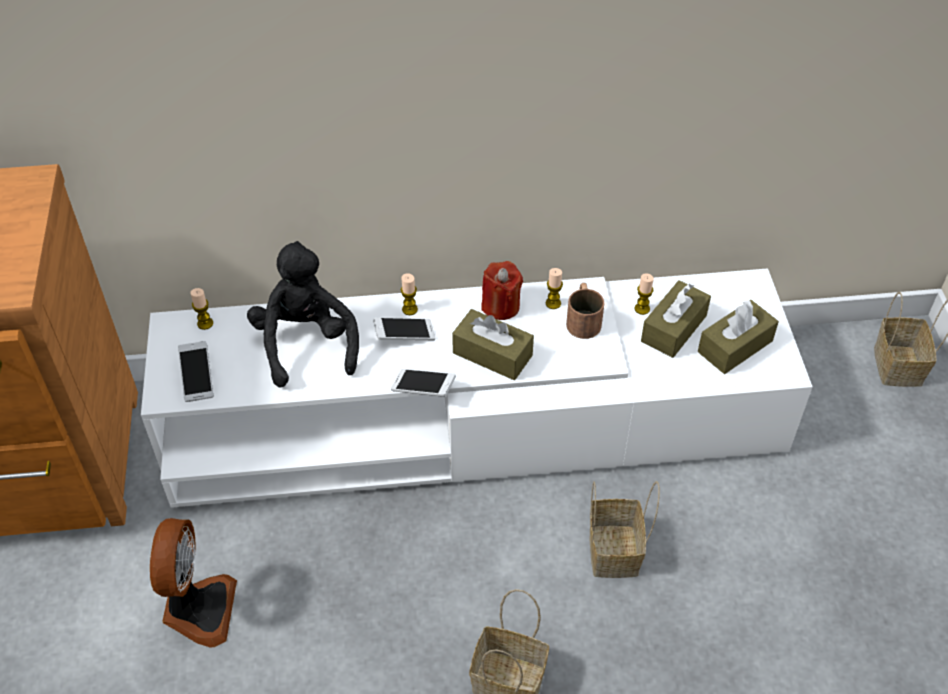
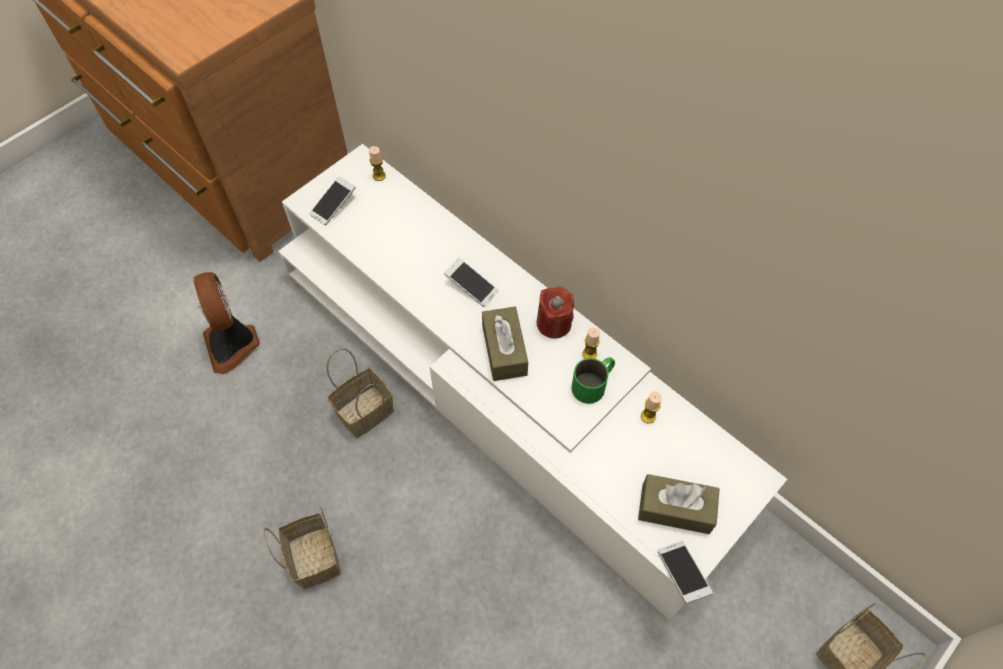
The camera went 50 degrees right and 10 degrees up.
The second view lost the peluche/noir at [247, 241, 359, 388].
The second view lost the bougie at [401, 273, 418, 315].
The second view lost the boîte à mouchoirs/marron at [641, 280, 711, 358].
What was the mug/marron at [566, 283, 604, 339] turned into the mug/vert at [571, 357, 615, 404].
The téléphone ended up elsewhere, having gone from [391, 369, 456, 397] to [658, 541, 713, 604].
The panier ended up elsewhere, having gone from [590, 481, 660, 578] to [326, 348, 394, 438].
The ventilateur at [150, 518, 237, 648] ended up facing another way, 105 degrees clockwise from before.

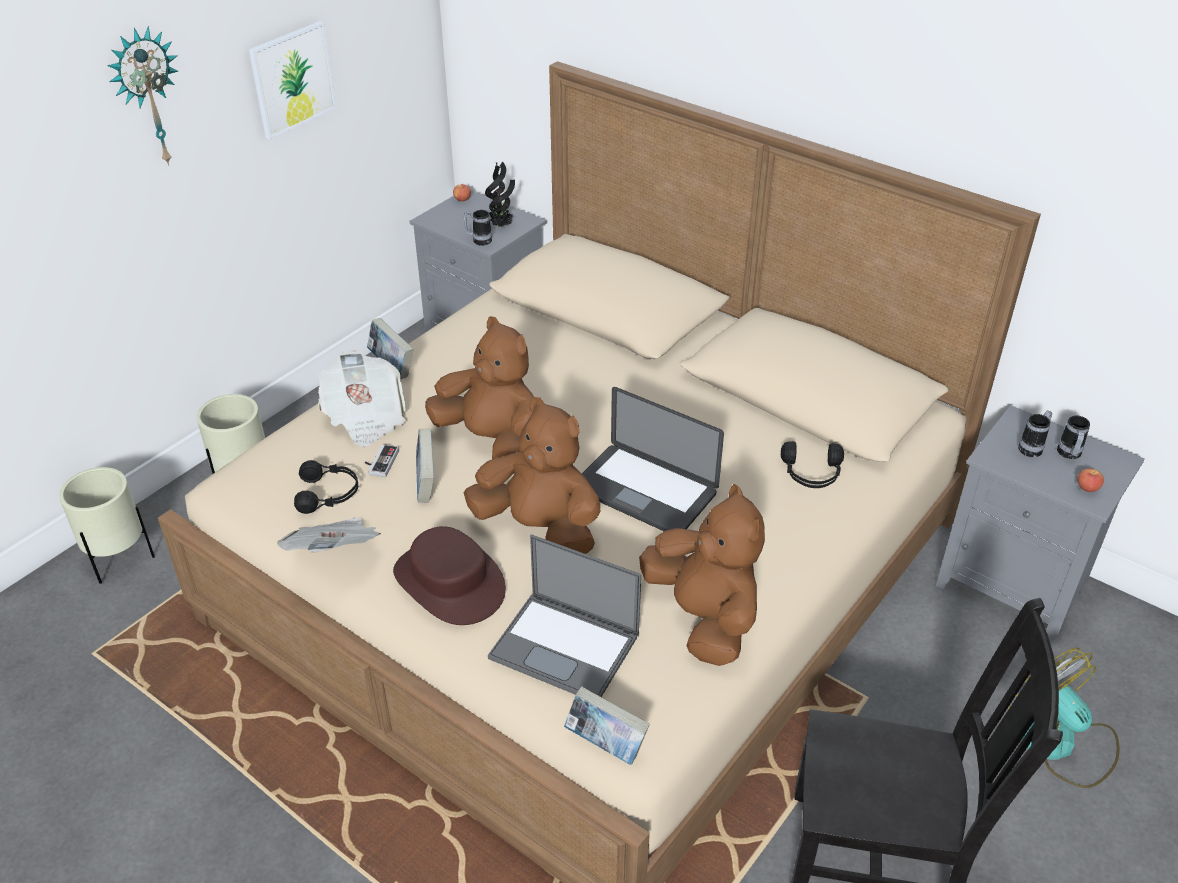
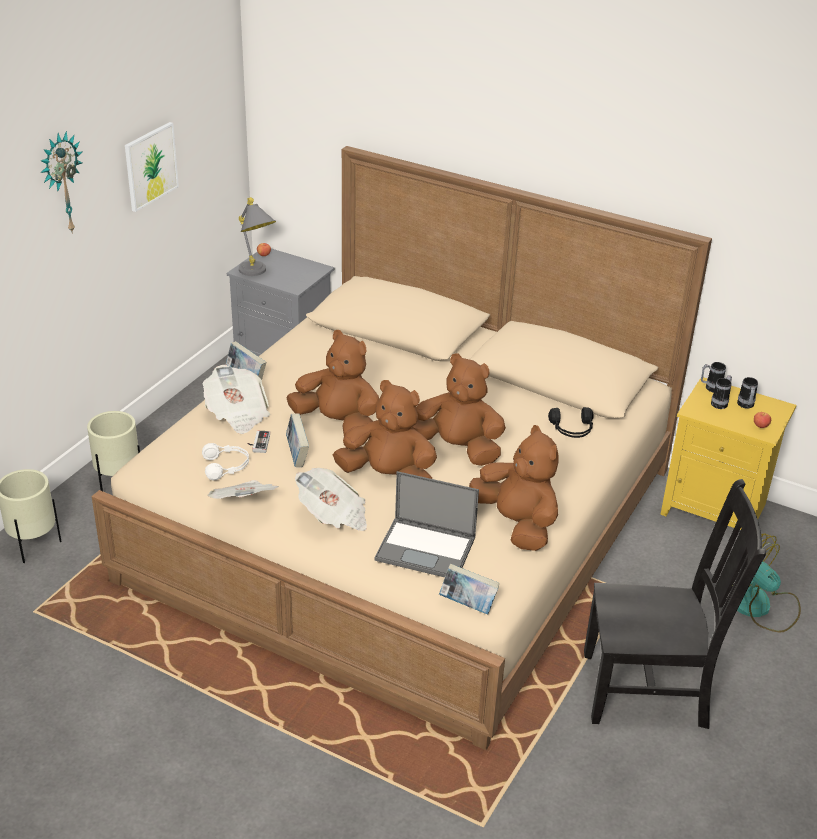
The camera went 10 degrees left and 5 degrees down.
The second view lost the plante en pot at [485, 162, 515, 227].
The mug ended up elsewhere, having gone from [464, 210, 492, 246] to [701, 362, 726, 393].
Where the ordinateur portable stood at [582, 387, 724, 531], the peluche/marron came to stand at [413, 354, 506, 466].
What was the table de chevet/gris at [936, 405, 1145, 643] turned into the table de chevet/jaune at [660, 377, 796, 530].
What was the casque audio/noir at [294, 460, 358, 514] turned into the casque audio/blanc at [202, 443, 249, 480].
Where the chapeau/marron stood at [393, 526, 506, 625], the journal came to stand at [295, 468, 367, 531].
The second view gained the lampe de table/gris at [239, 197, 276, 276].

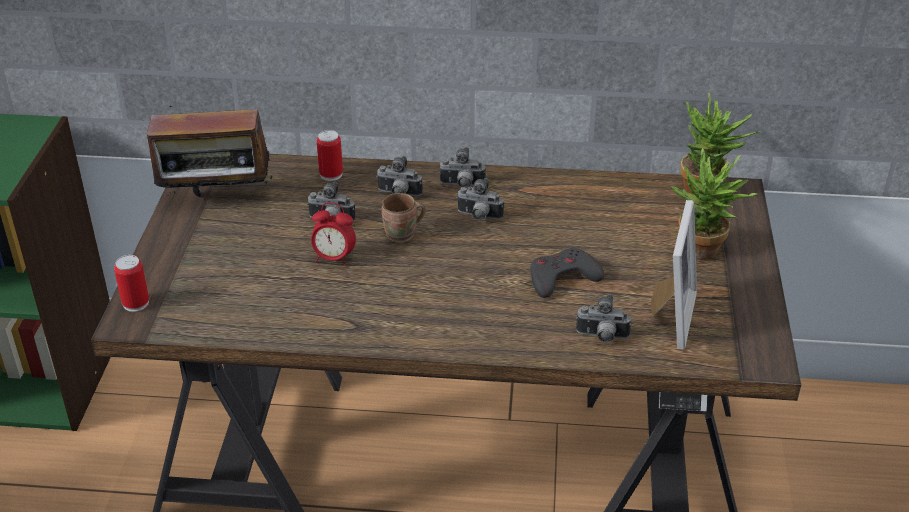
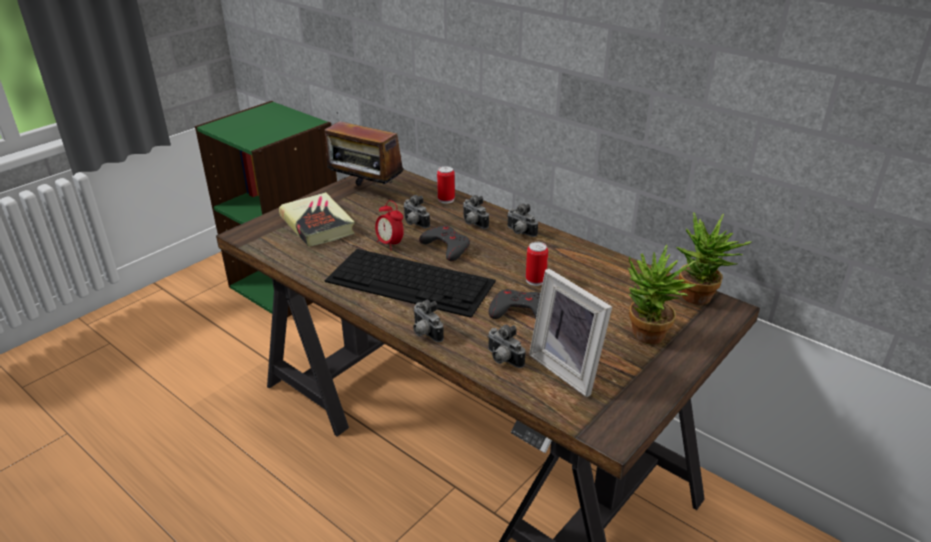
The camera went 35 degrees right and 5 degrees down.
The appareil photo ended up elsewhere, having gone from [457, 178, 504, 220] to [413, 300, 444, 342].
Where the mug/marron stood at [381, 193, 425, 243], the manette/gris came to stand at [419, 225, 470, 261].
The cadre photo at [650, 200, 697, 349] ended up facing another way, 90 degrees clockwise from before.
The boîte métallique ended up elsewhere, having gone from [114, 255, 149, 312] to [526, 242, 548, 286].
The second view gained the livre at [279, 192, 355, 247].
The second view gained the clavier at [325, 249, 496, 318].

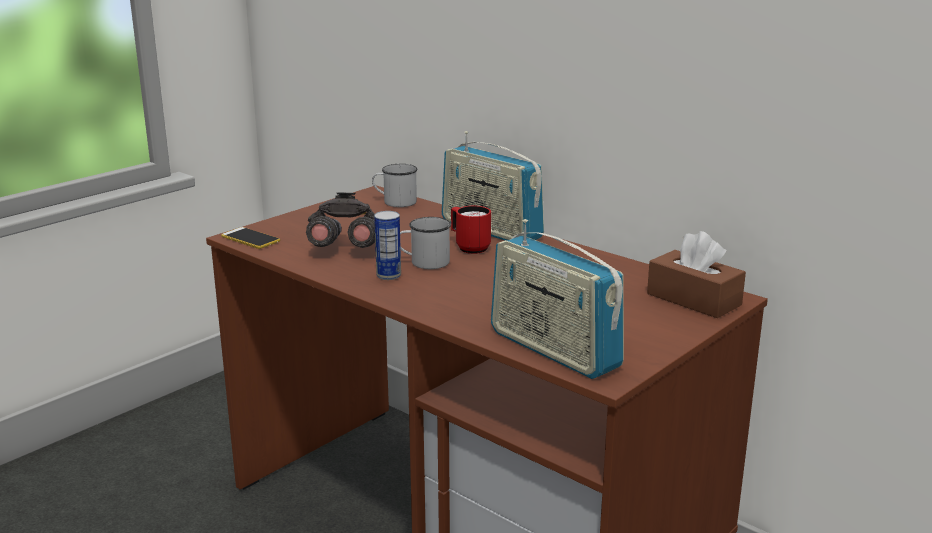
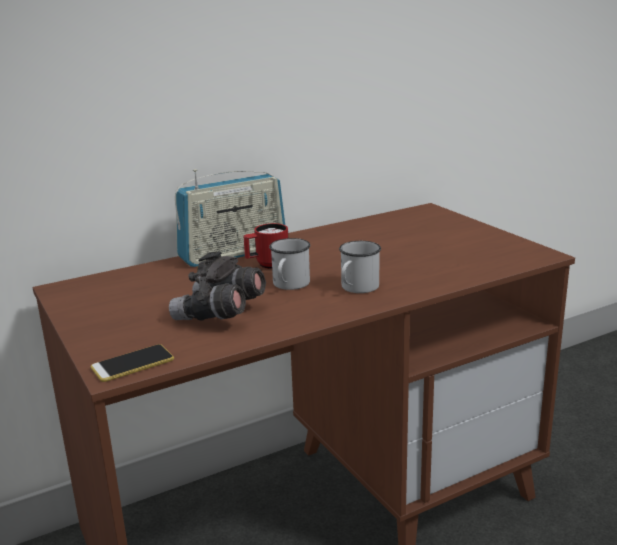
The camera went 70 degrees left and 0 degrees up.
The mug/blanc ended up elsewhere, having gone from [372, 164, 417, 207] to [339, 241, 381, 293].
The second view lost the boîte métallique at [374, 211, 401, 280].
The second view lost the radio at [491, 219, 624, 379].
The second view lost the boîte à mouchoirs/marron at [647, 231, 746, 318].

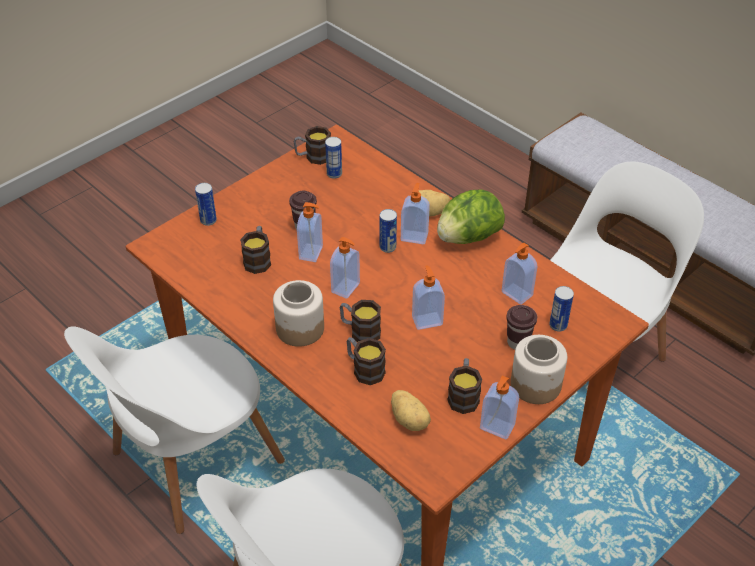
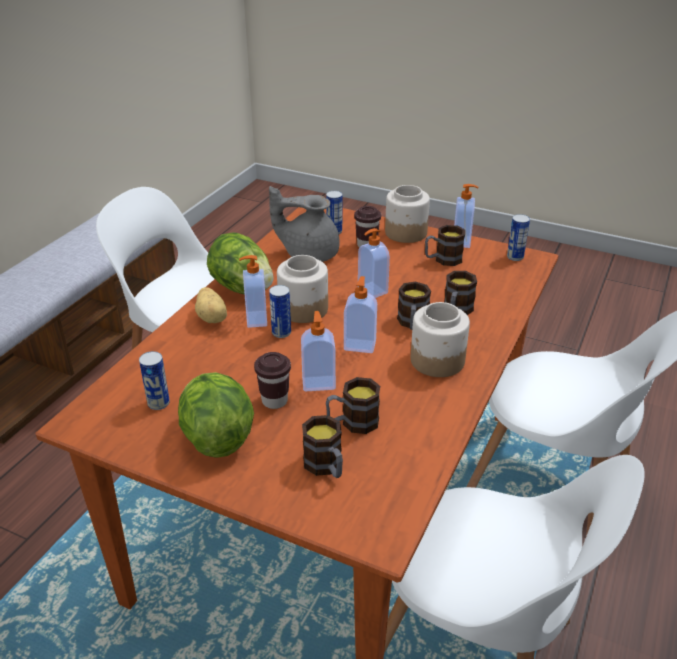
The camera went 110 degrees left and 10 degrees down.
The mug ended up elsewhere, having gone from [294, 126, 331, 165] to [302, 415, 343, 478].
The boîte métallique ended up elsewhere, having gone from [195, 183, 217, 226] to [507, 214, 530, 261].
Where the distributeur de savon stood at [502, 243, 537, 305], the théière/gris came to stand at [269, 186, 340, 262].
The second view lost the pomme de terre at [391, 390, 431, 431].
The second view gained the bocal at [277, 255, 328, 323].
The second view gained the laitue at [178, 372, 254, 457].

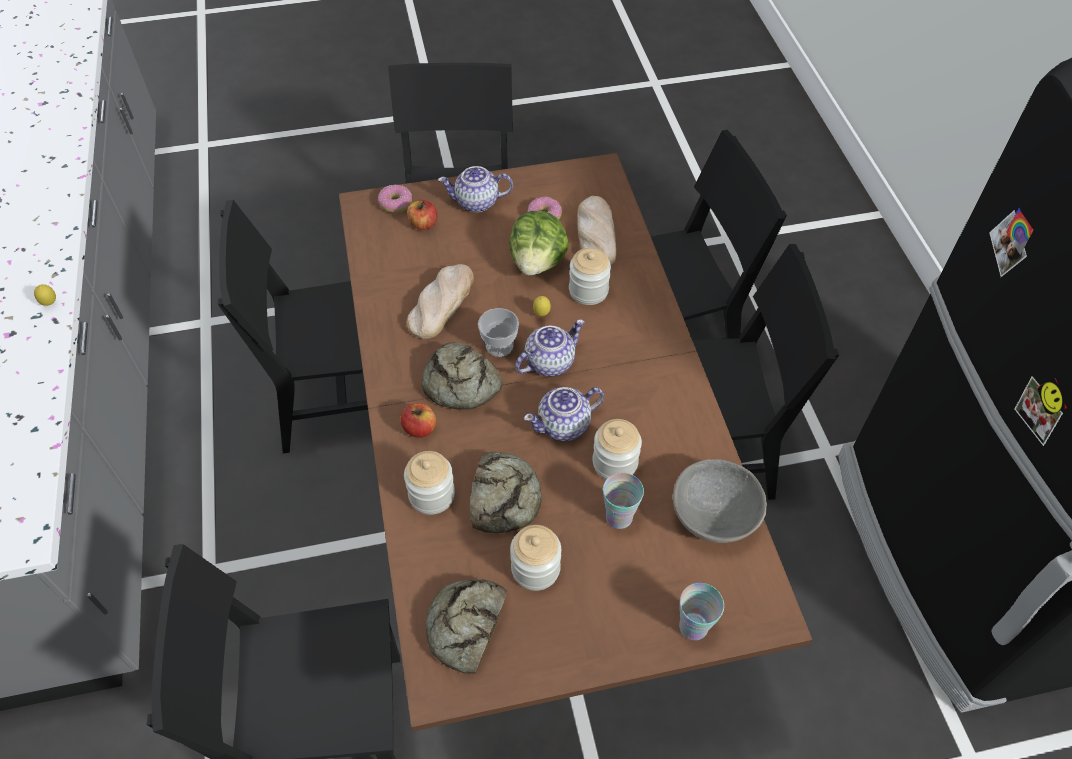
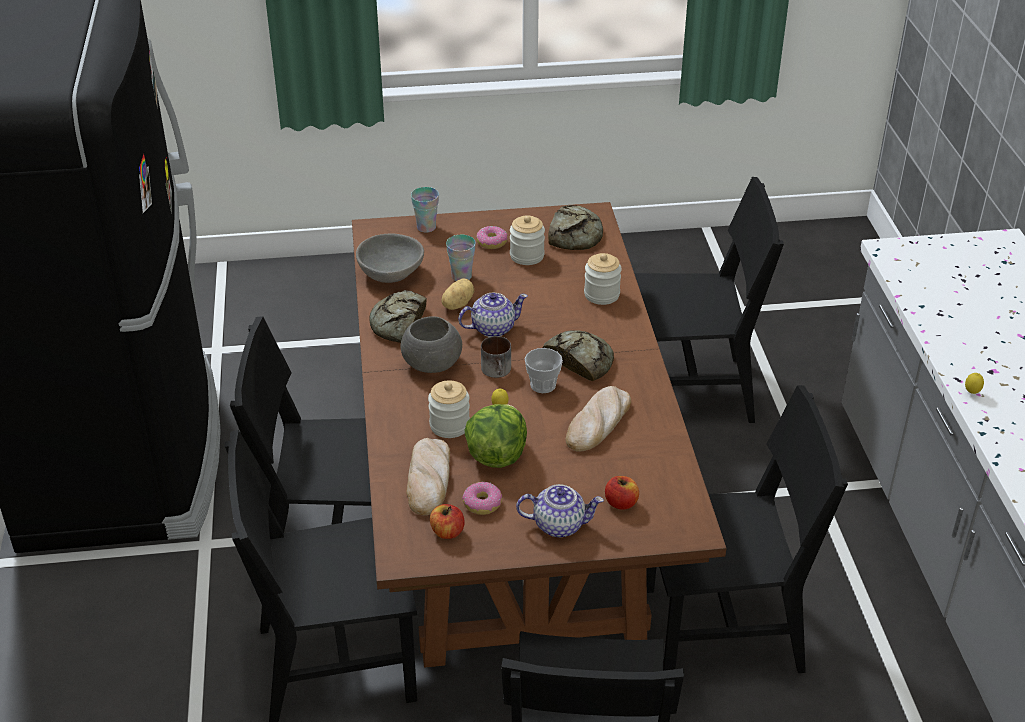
The camera went 175 degrees left and 15 degrees down.
The beignet ended up elsewhere, having gone from [378, 185, 412, 213] to [476, 226, 508, 249].
Where the théière stood at [515, 319, 585, 376], the mug came to stand at [481, 336, 511, 378].
The pomme ended up elsewhere, having gone from [401, 403, 436, 438] to [430, 504, 465, 539].
Where the bocal stood at [592, 419, 642, 480], the pomme de terre came to stand at [442, 278, 474, 310].
The pain ended up elsewhere, having gone from [470, 452, 542, 533] to [370, 290, 427, 343].
The second view gained the bol/gris at [401, 316, 462, 373].

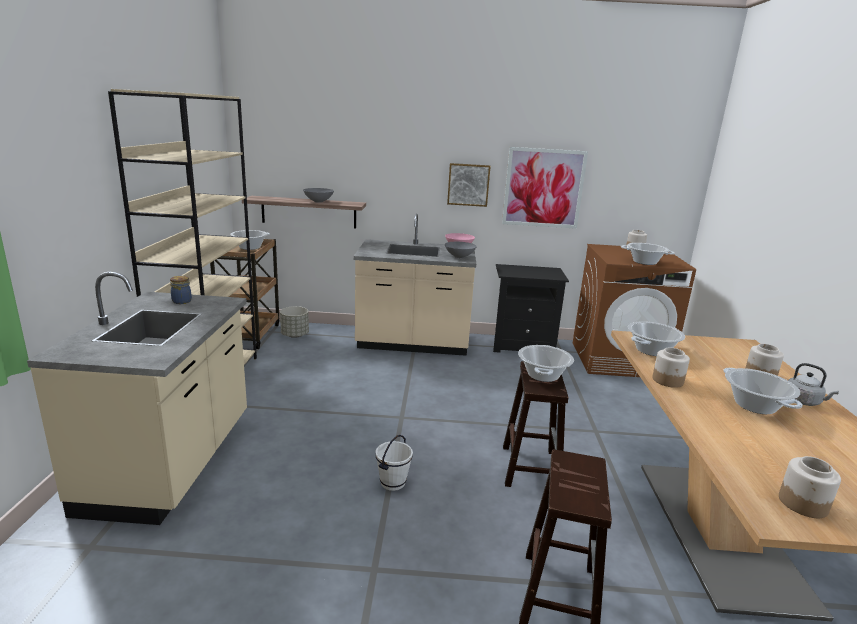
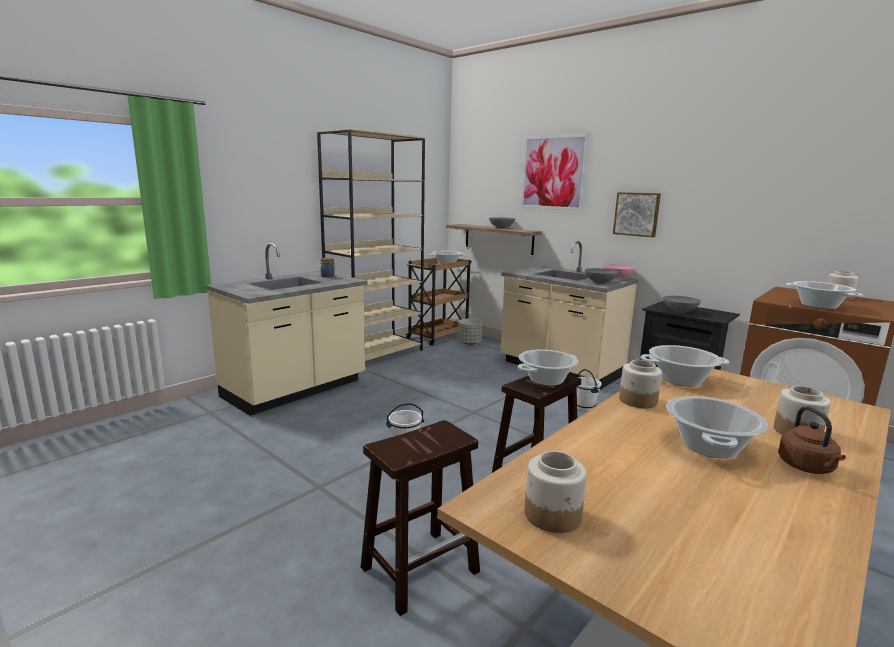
The camera went 40 degrees right and 5 degrees down.
The tableau ended up elsewhere, having gone from [502, 147, 588, 229] to [520, 133, 589, 211].
What was the bouilloire/gris at [788, 363, 839, 406] turned into the bouilloire/marron at [778, 406, 846, 474].
The second view gained the bol/gris at [663, 296, 701, 313].
The second view gained the seau/blanc at [577, 369, 601, 411].

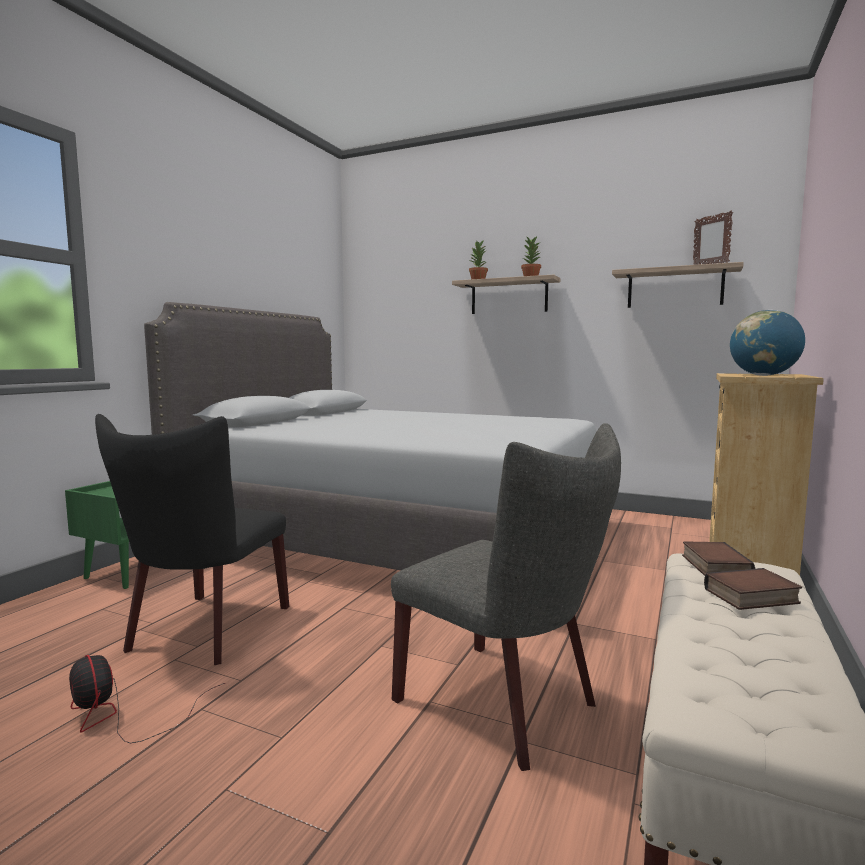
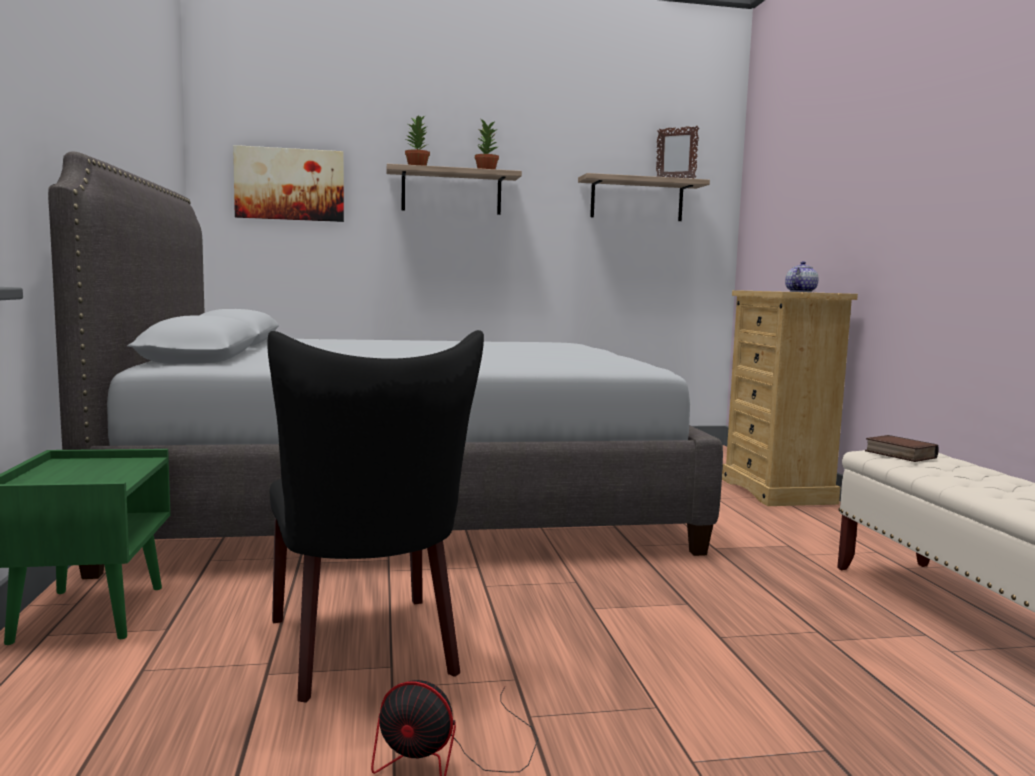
The camera went 35 degrees left and 0 degrees up.
Where the globe stood at [730, 310, 805, 376], the théière came to stand at [785, 261, 818, 292].
The second view lost the chaise/gris at [391, 423, 621, 771].
The second view lost the livre at [704, 568, 802, 610].
The second view gained the tableau at [233, 145, 344, 222].

